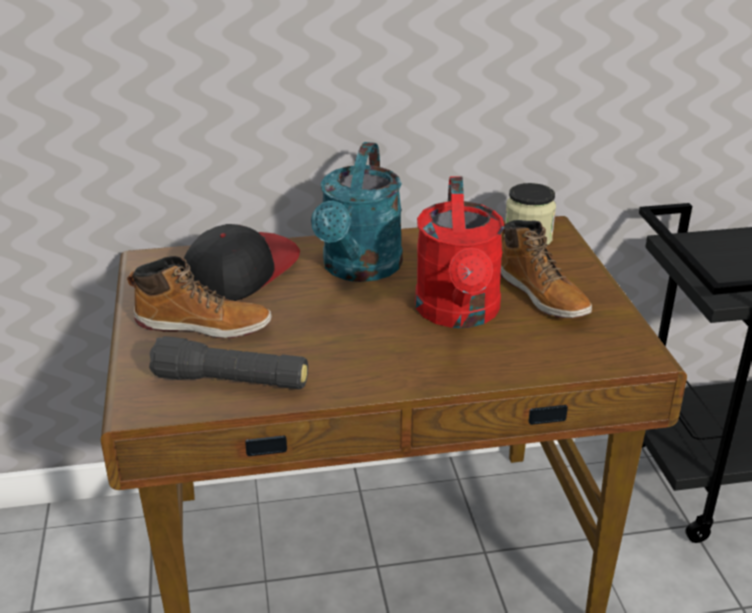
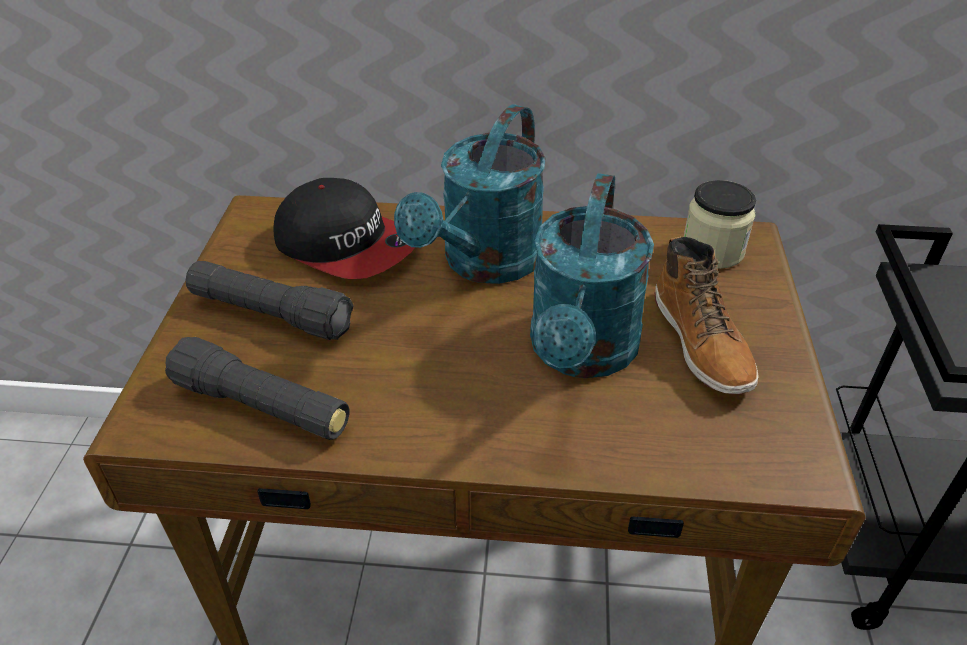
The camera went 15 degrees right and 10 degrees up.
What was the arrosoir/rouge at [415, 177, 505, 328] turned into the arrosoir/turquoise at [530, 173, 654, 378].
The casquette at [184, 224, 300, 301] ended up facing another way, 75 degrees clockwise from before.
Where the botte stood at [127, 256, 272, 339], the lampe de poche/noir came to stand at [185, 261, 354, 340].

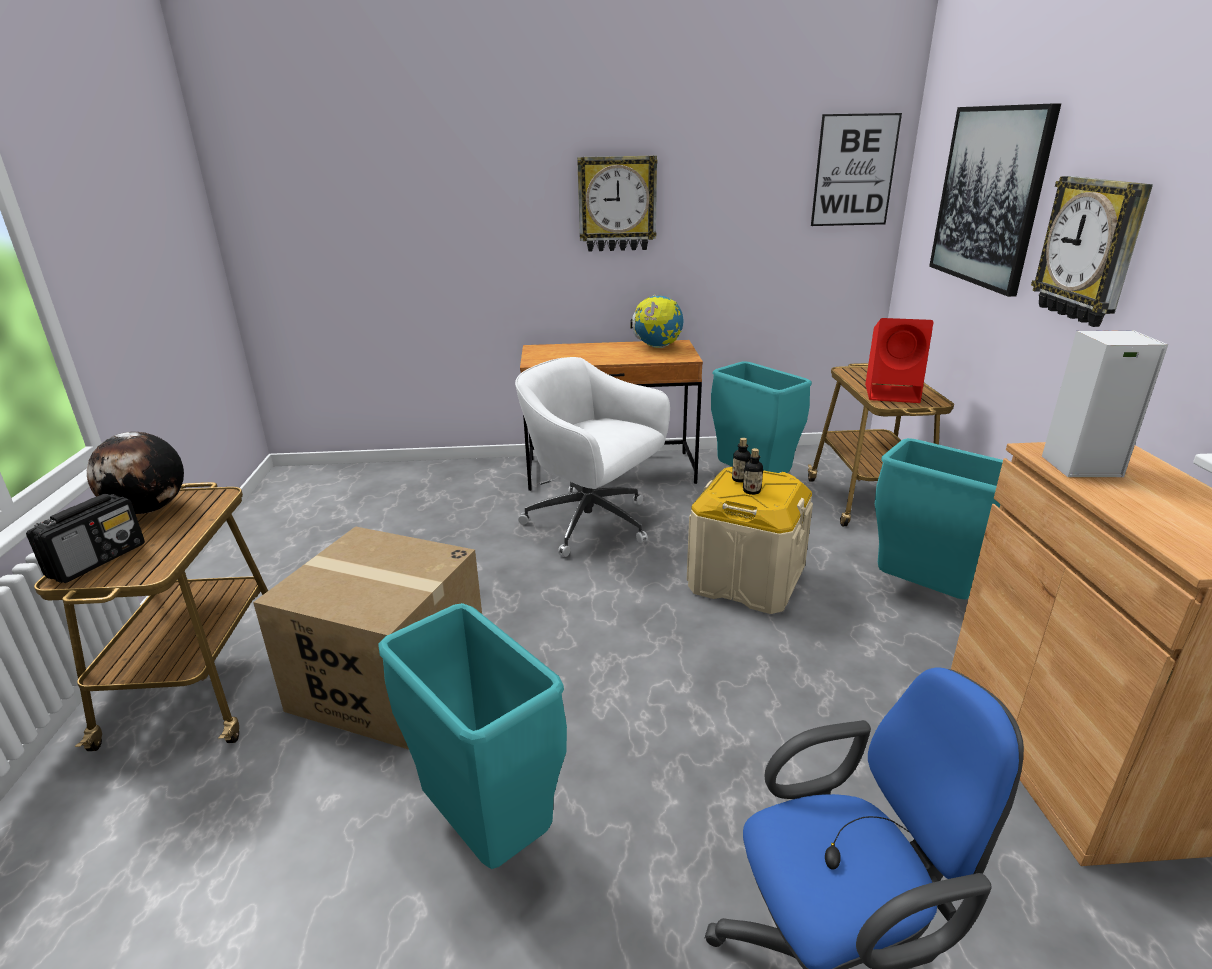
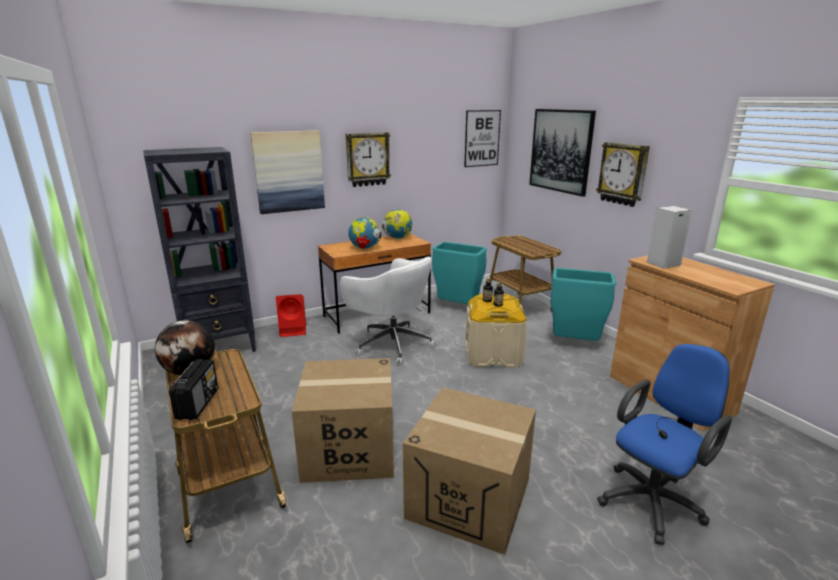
The camera went 25 degrees left and 5 degrees down.
The enceinte/rouge ended up elsewhere, having gone from [865, 318, 933, 403] to [276, 294, 306, 337].
The chaise de bureau/blanc at [515, 357, 670, 557] ended up facing another way, 150 degrees counterclockwise from before.
Where the poubelle/turquoise stood at [378, 603, 567, 869], the carton came to stand at [403, 388, 536, 555].
The second view gained the tableau at [250, 130, 325, 214].
The second view gained the bibliothèque/noir at [143, 147, 256, 352].
The second view gained the globe at [348, 217, 381, 249].

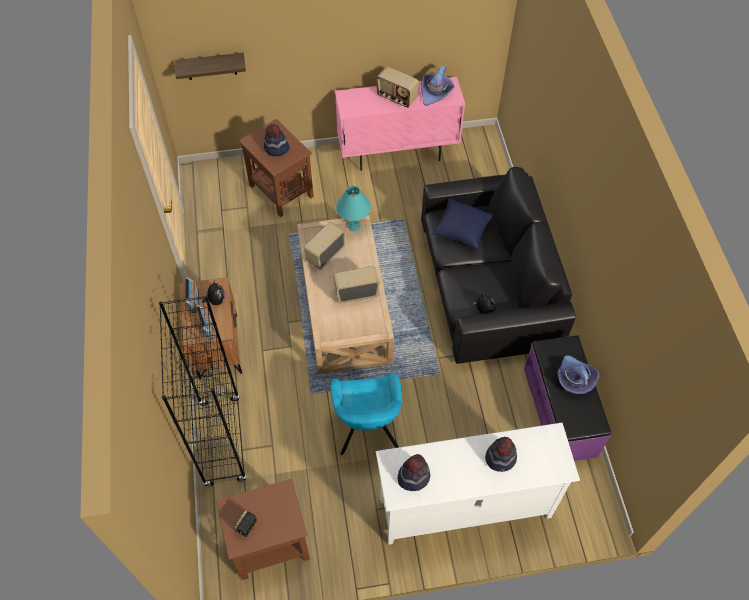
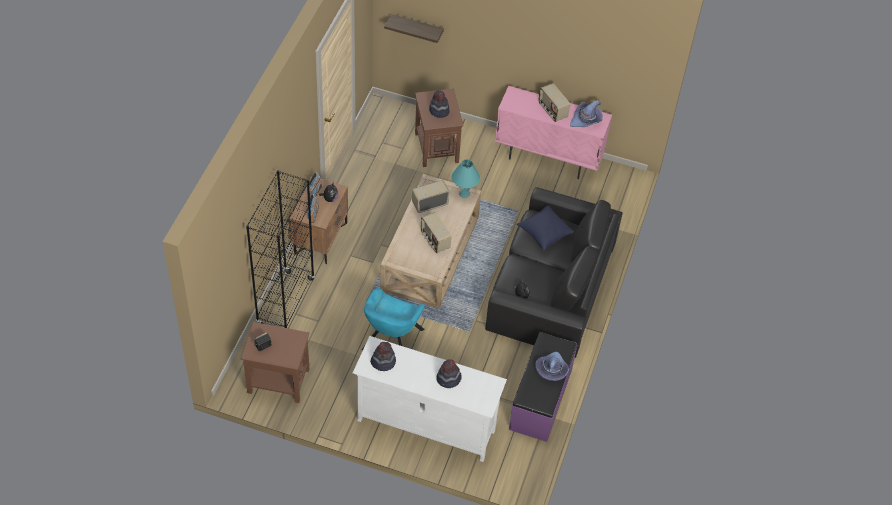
The camera went 25 degrees right and 5 degrees down.
The radio at [333, 266, 380, 303] ended up facing another way, 135 degrees counterclockwise from before.

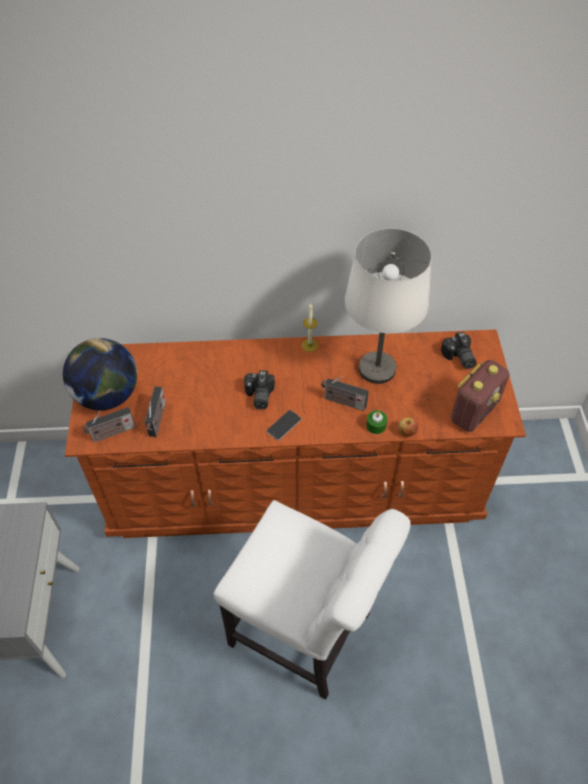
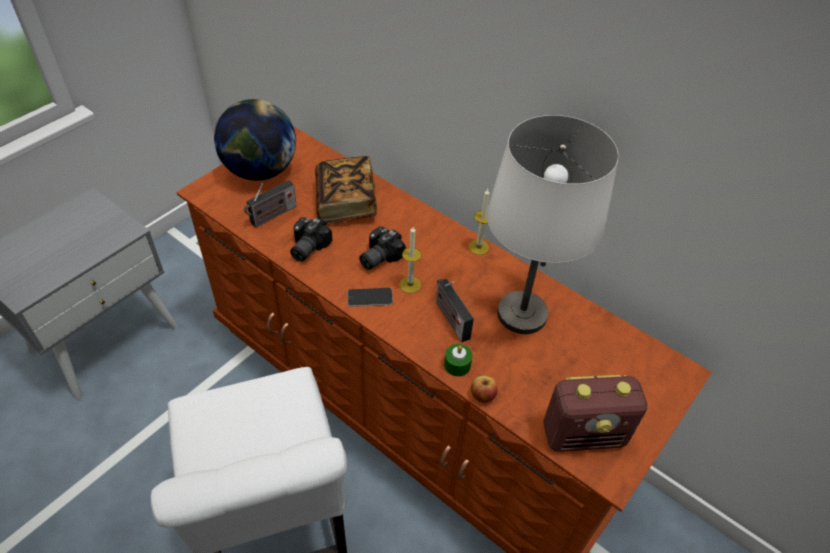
The camera went 40 degrees right and 5 degrees down.
The appareil photo ended up elsewhere, having gone from [441, 332, 476, 369] to [290, 217, 333, 262].
The second view lost the radio at [83, 407, 135, 442].
The second view gained the livre at [315, 156, 377, 224].
The second view gained the bougie at [399, 227, 421, 293].

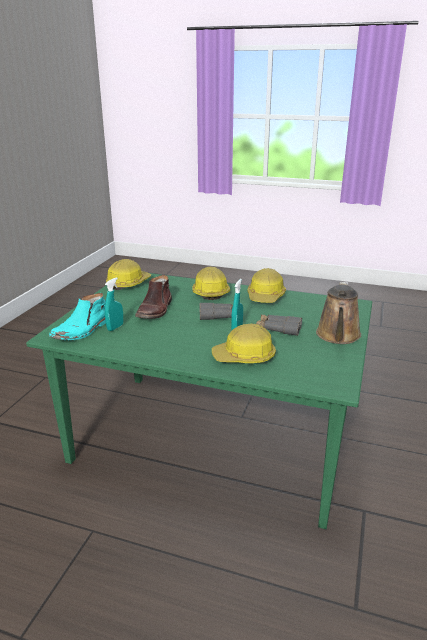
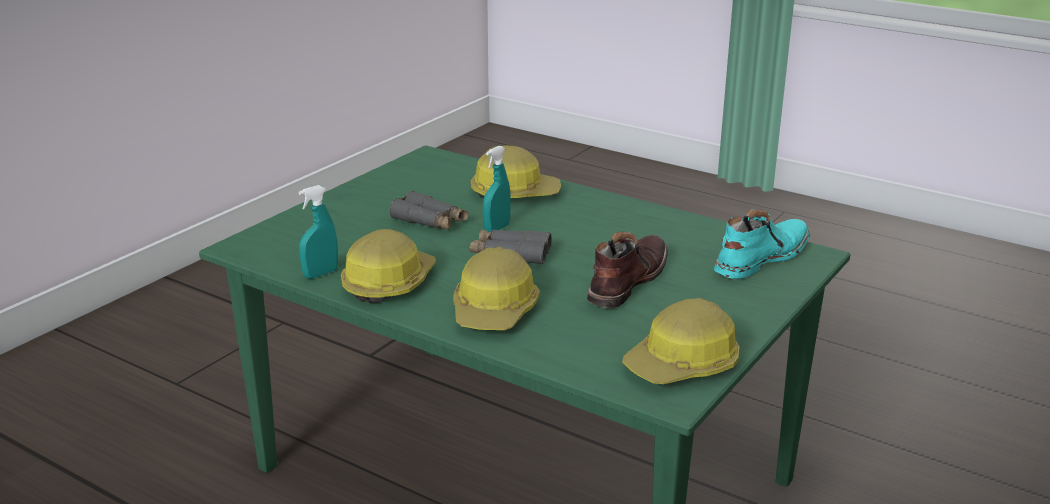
The camera went 165 degrees left and 0 degrees up.
The vaporisateur/turquoise ended up elsewhere, having gone from [105, 277, 123, 331] to [299, 185, 338, 279].
The second view lost the arrosoir/marron at [316, 282, 361, 344].

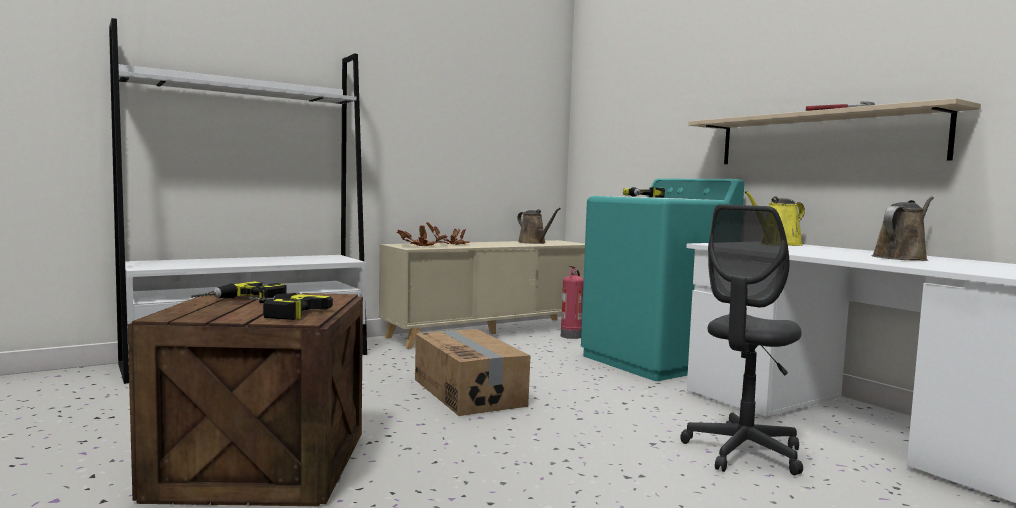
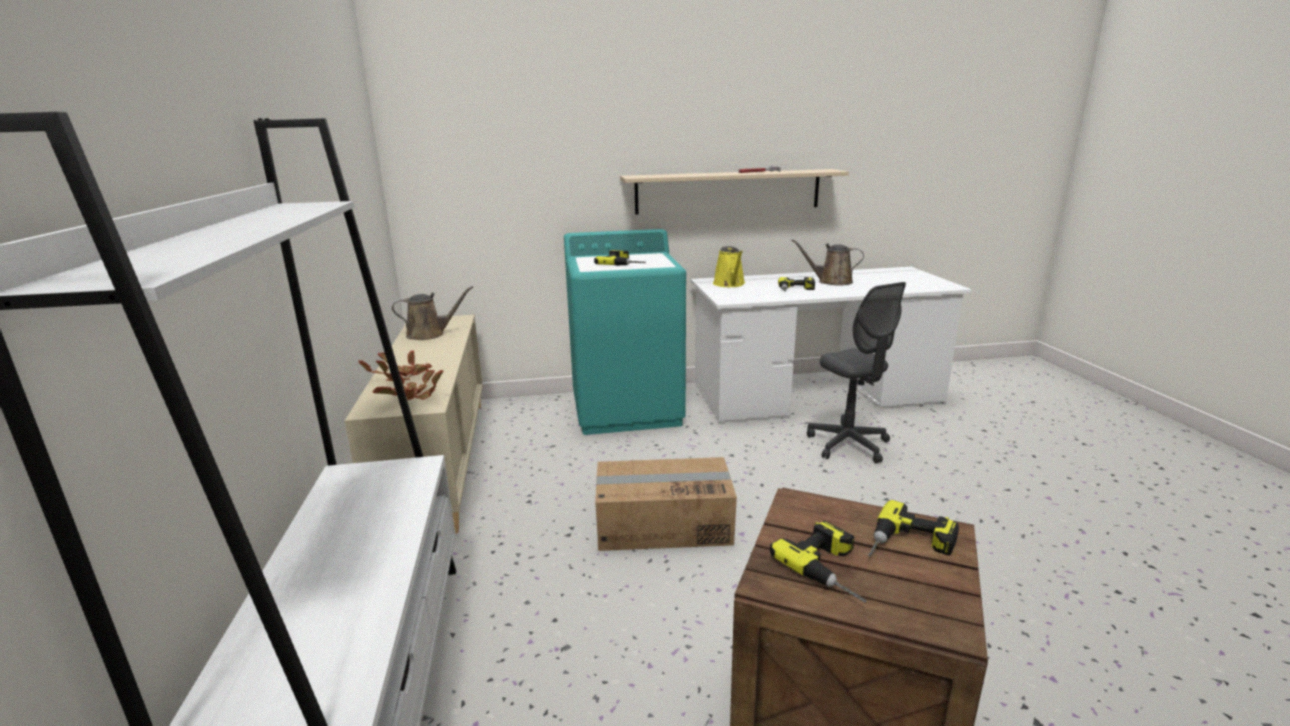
The camera went 65 degrees left and 15 degrees up.
The arrosoir/marron at [871, 196, 934, 261] ended up facing another way, 60 degrees counterclockwise from before.
The second view lost the extincteur at [561, 266, 584, 339].
The second view gained the perceuse at [778, 277, 815, 292].

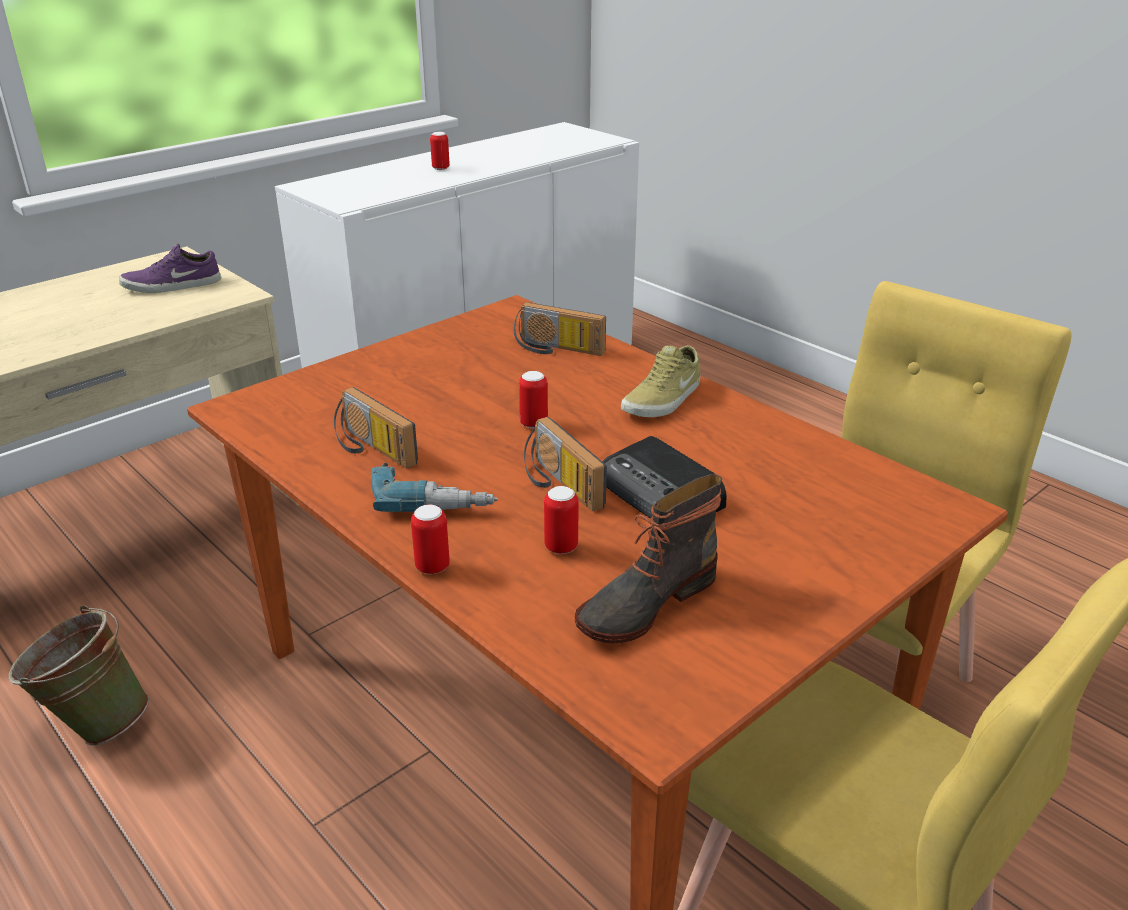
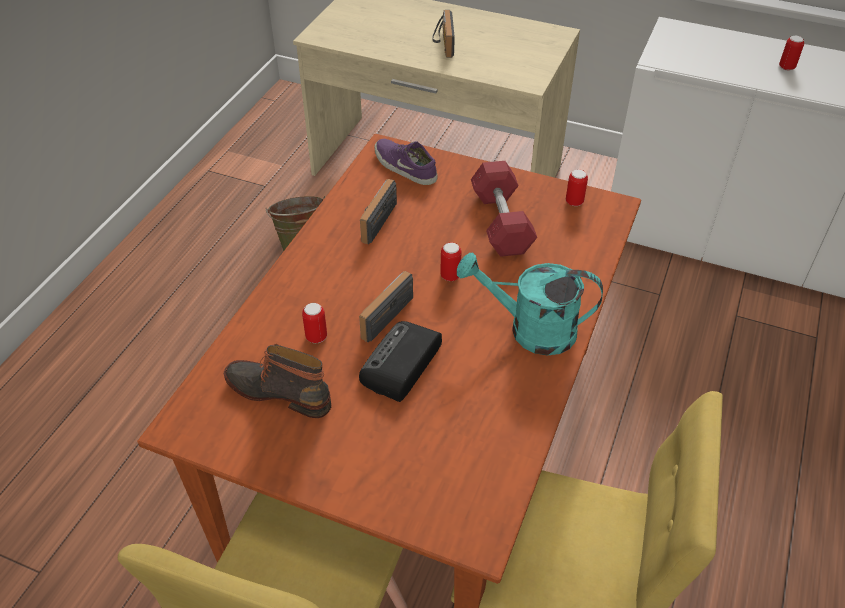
The camera went 65 degrees right and 15 degrees up.
The chaussure/violet ended up elsewhere, having gone from [119, 244, 221, 293] to [375, 139, 438, 185].
The radio ended up elsewhere, having gone from [513, 302, 606, 356] to [433, 10, 455, 58].
Where the chaussure/beige stood at [621, 345, 701, 417], the arrosoir/turquoise came to stand at [457, 253, 603, 356].
The second view lost the perceuse at [371, 463, 498, 512].
The boîte métallique ended up elsewhere, having gone from [411, 505, 450, 574] to [566, 170, 588, 206].
The second view gained the haltère/rouge at [471, 161, 537, 257].

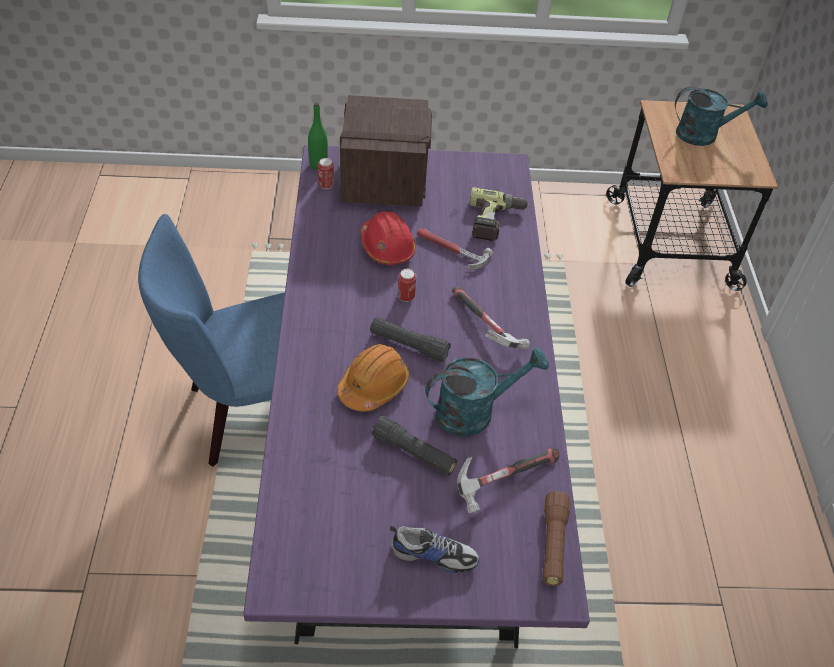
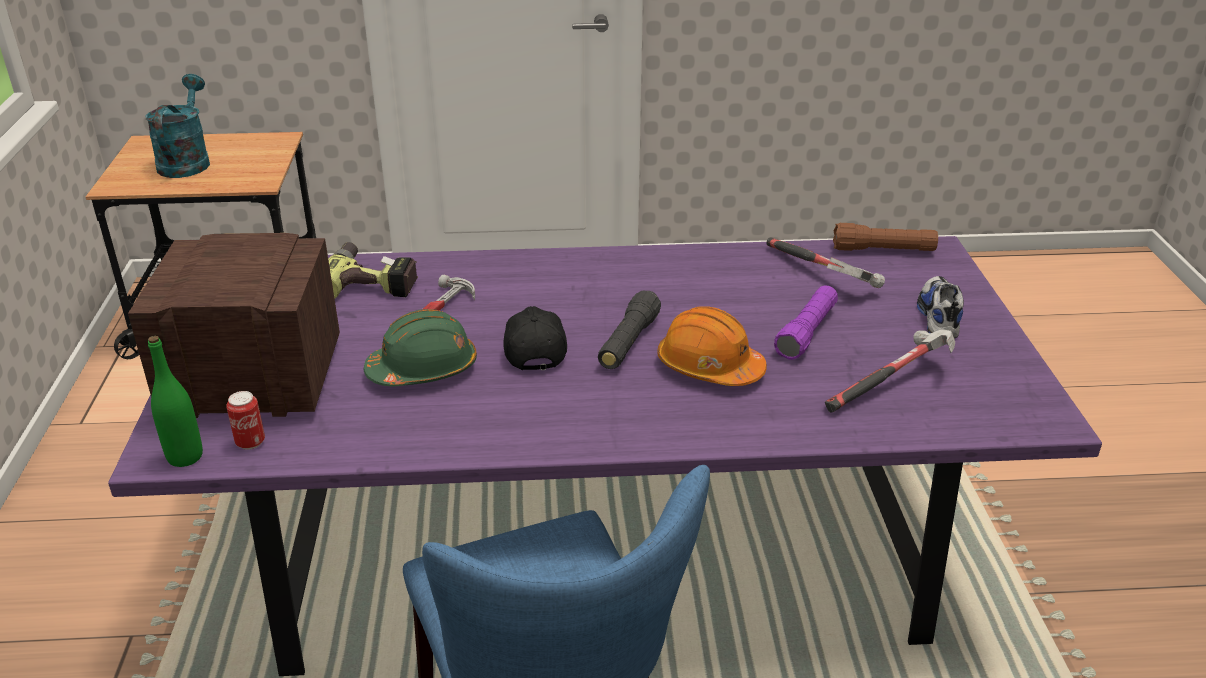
The camera went 90 degrees left and 15 degrees down.
What was the casque de chantier/rouge at [360, 211, 416, 265] turned into the casque de chantier/vert at [363, 309, 477, 386].
Where the boîte métallique stood at [398, 269, 416, 302], the casquette/noir came to stand at [504, 306, 567, 370].
The marteau ended up elsewhere, having gone from [452, 286, 530, 349] to [825, 330, 955, 413].
The second view lost the arrosoir/turquoise at [425, 347, 549, 437].
What was the lampe de poche/noir at [371, 416, 457, 475] turned into the lampe de poche/violet at [774, 286, 838, 360].

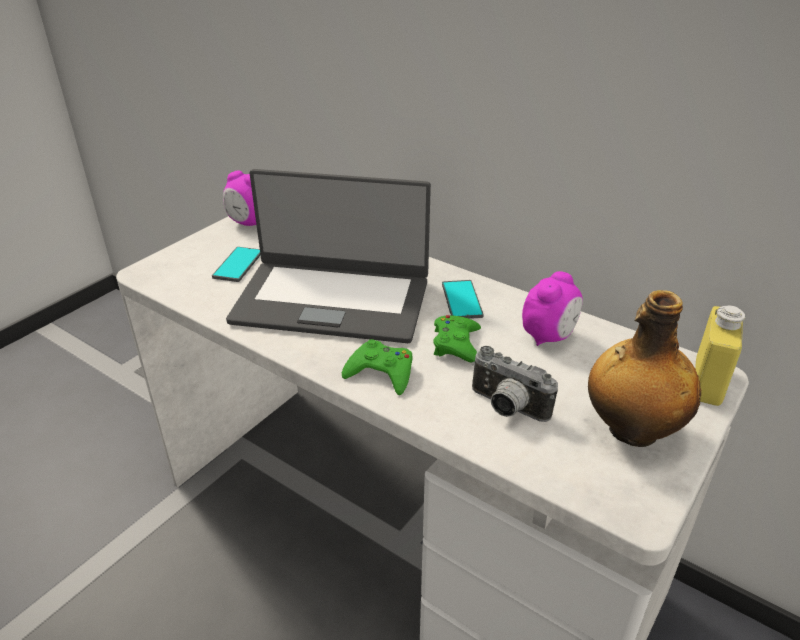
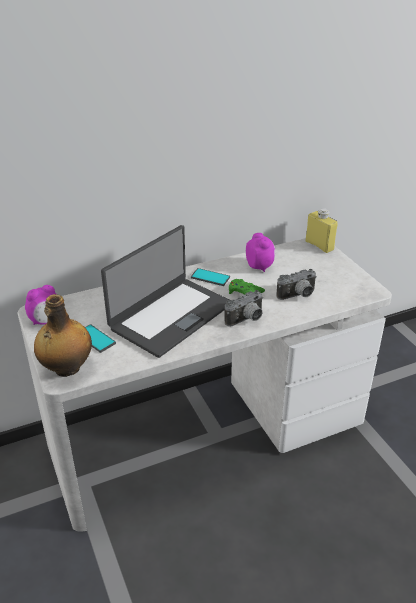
The camera went 60 degrees left and 0 degrees up.
The bouteille ended up elsewhere, having gone from [588, 290, 701, 447] to [34, 294, 92, 377].
Where the manette/vert stood at [342, 339, 413, 395], the appareil photo came to stand at [225, 290, 263, 327].

